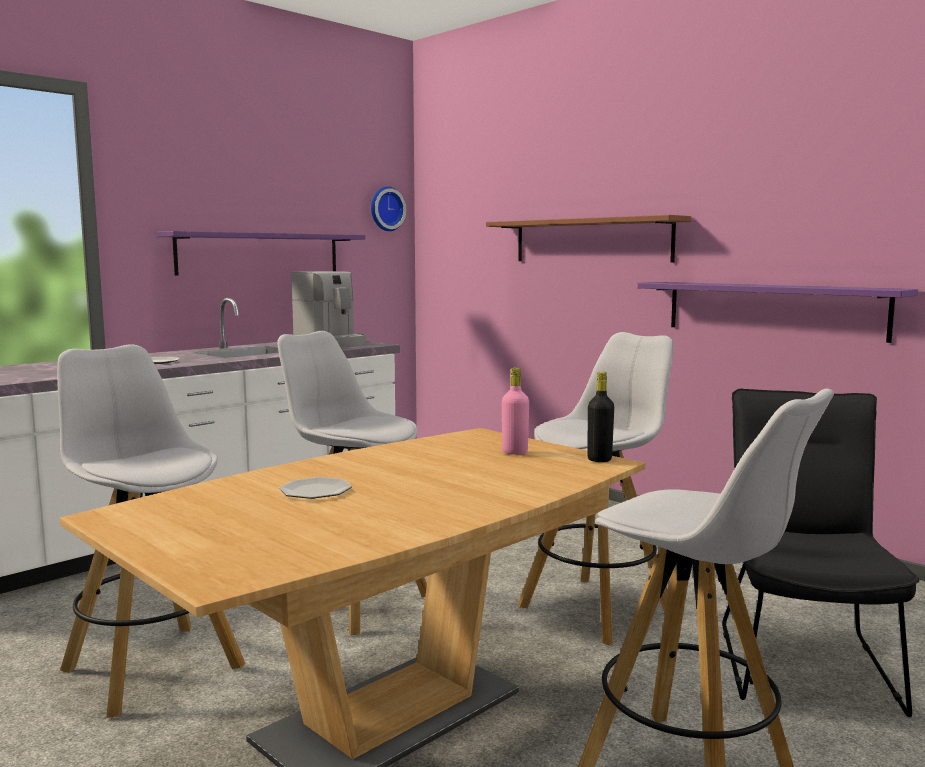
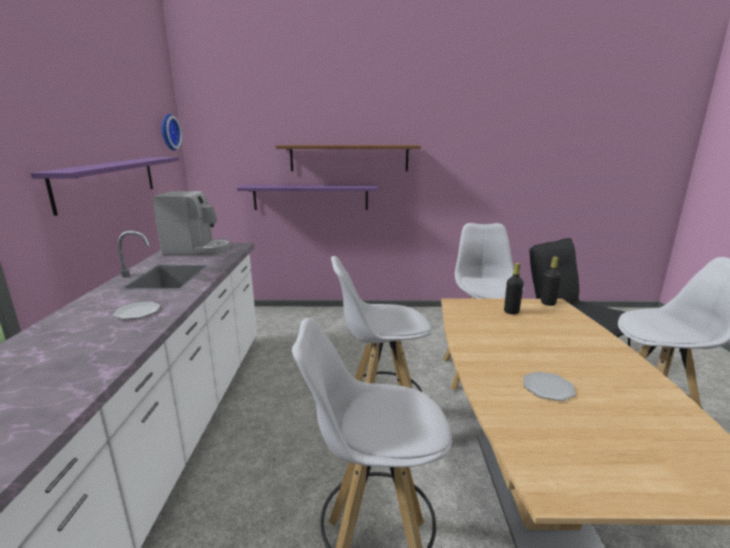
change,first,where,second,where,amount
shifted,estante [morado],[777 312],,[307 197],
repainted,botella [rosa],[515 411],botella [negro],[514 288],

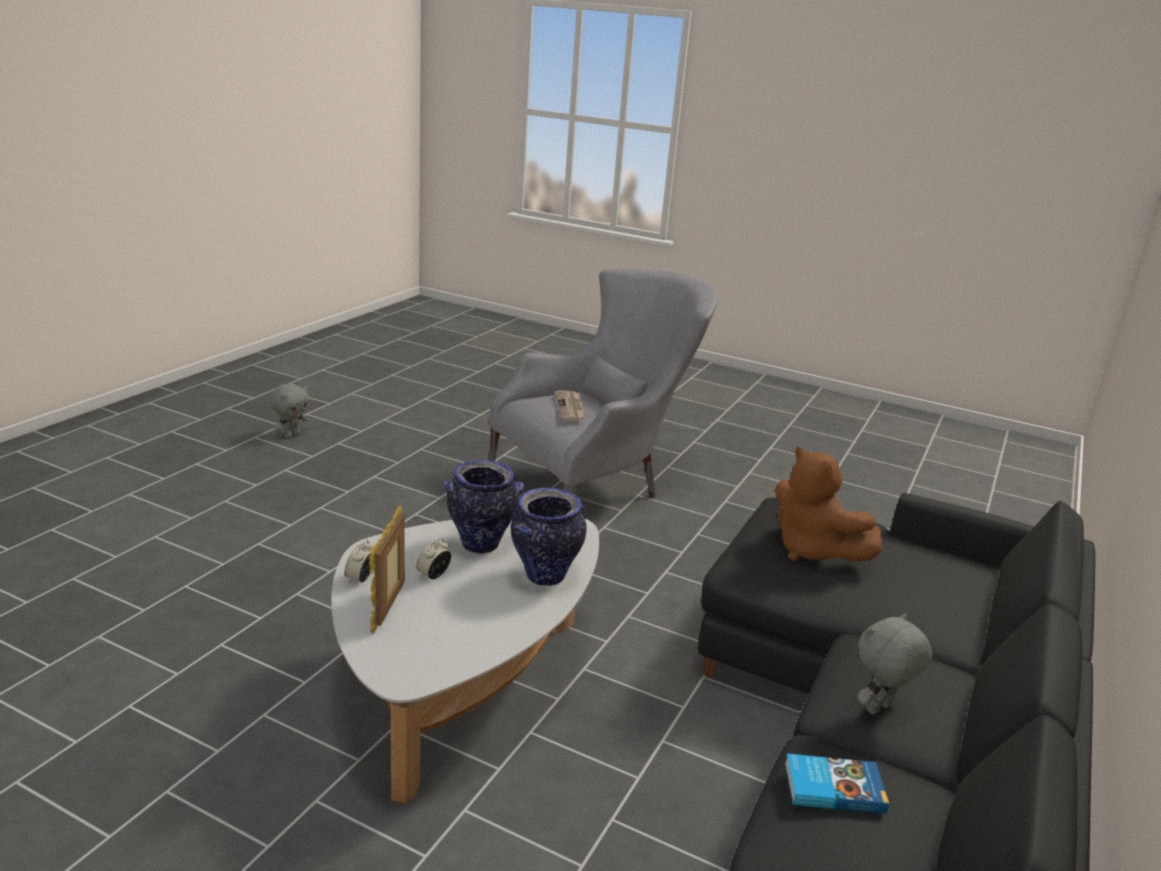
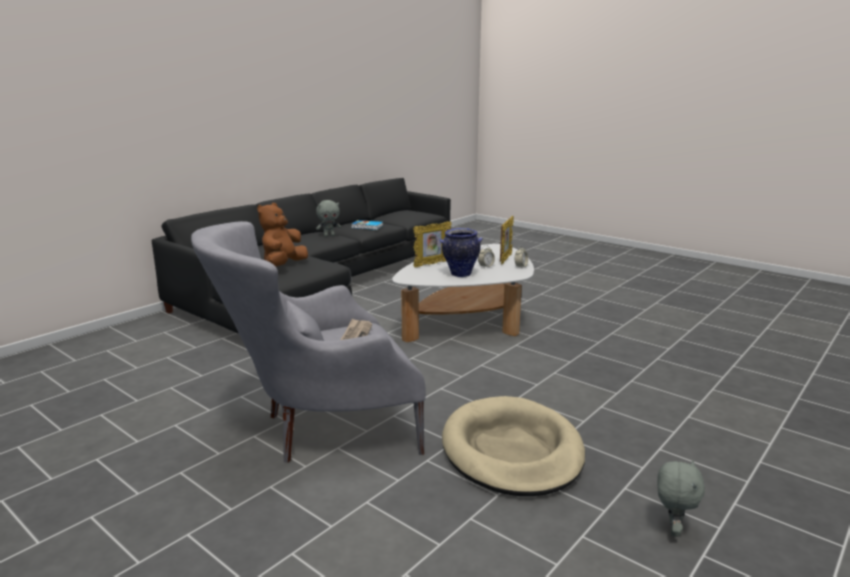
change,first,where,second,where,amount
rotated,peluche [marrón],[828 504],,[282 235],135 degrees counterclockwise
swapped,florero,[548 537],portarretratos,[432 244],
new,,,cama para perro [beis],[513 446],
rotated,peluche [gris],[290 411],,[681 498],150 degrees clockwise

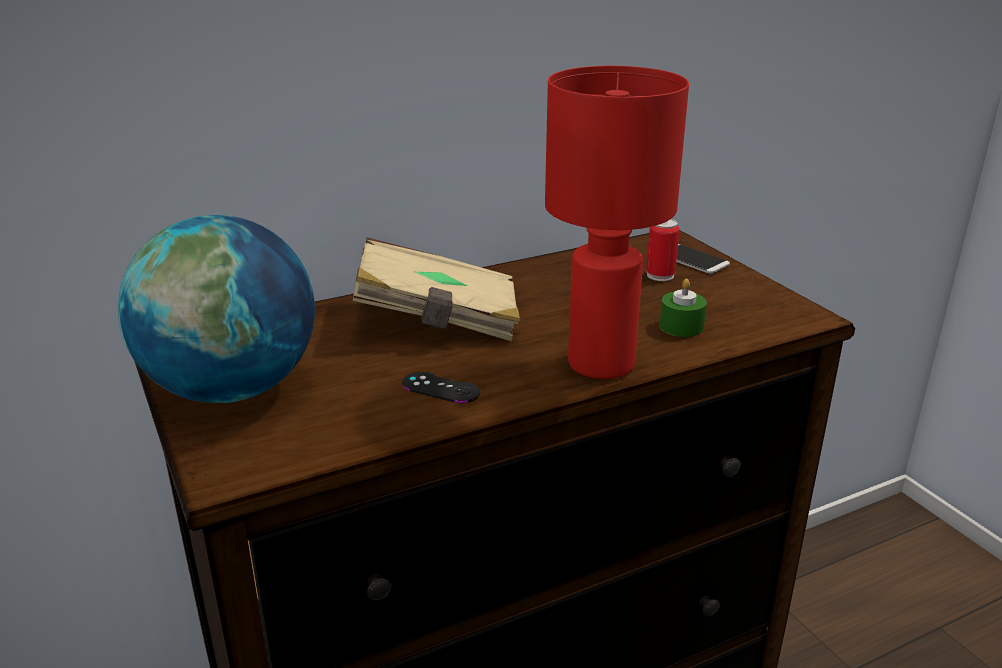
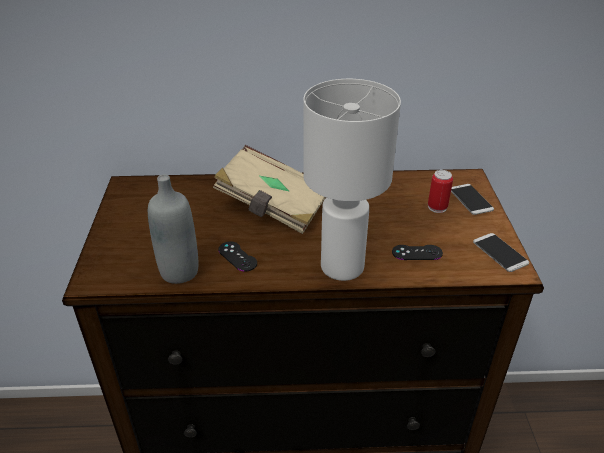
change,first,where,second,where,amount
new,,,botella [gris],[173 229],
repainted,lámpara de mesa [rojo],[617 222],lámpara de mesa [blanco],[352 180],
swapped,vela [verde],[683 308],mando de consola [negro],[417 252],
new,,,móvil,[501 252],
gone,globo terráqueo,[216 309],,,

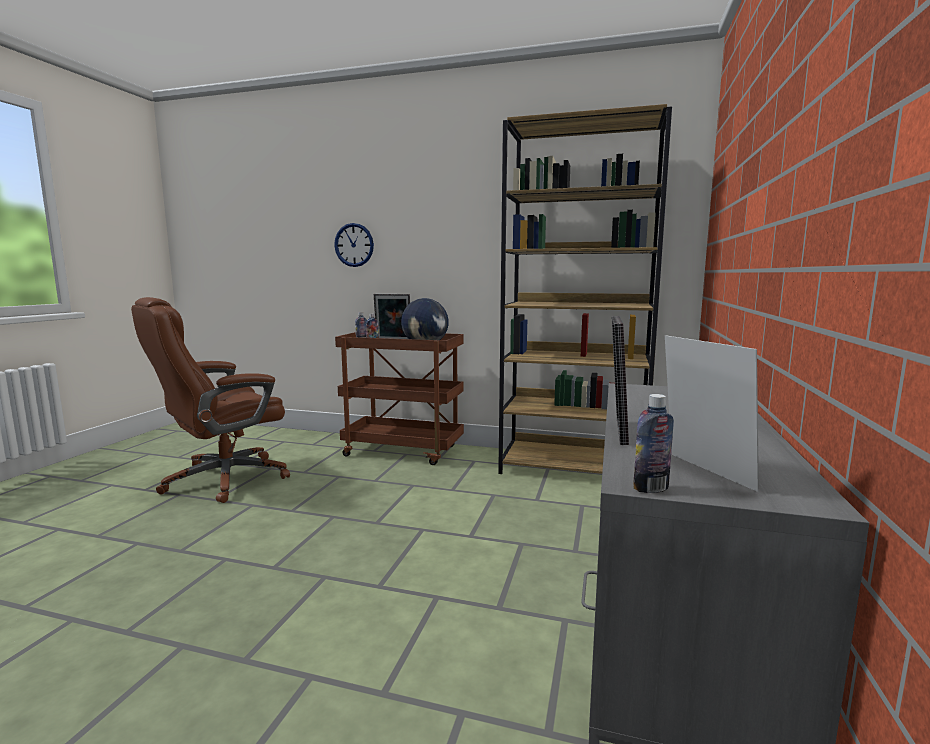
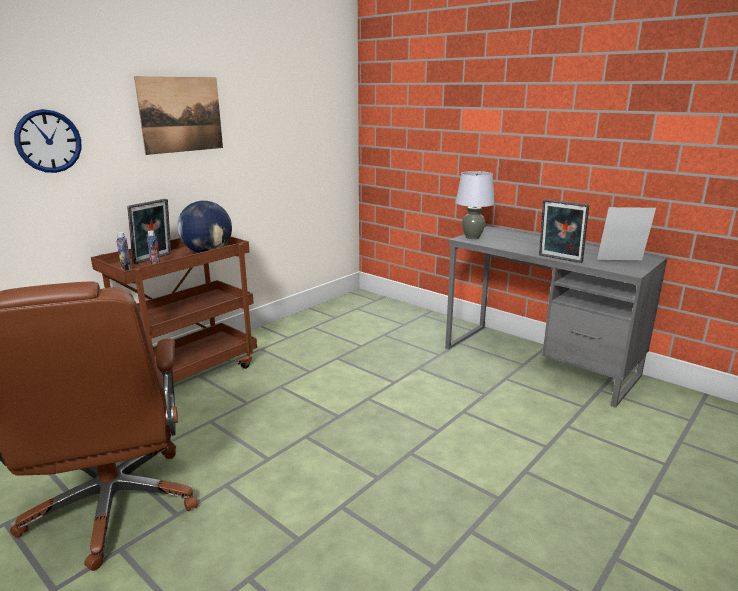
change,first,where,second,where,amount
new,,,cuadro,[178 115],
new,,,lámpara de mesa [gris],[475 205],
gone,estantería [marrón],[585 289],,,
gone,botella,[653 443],,,

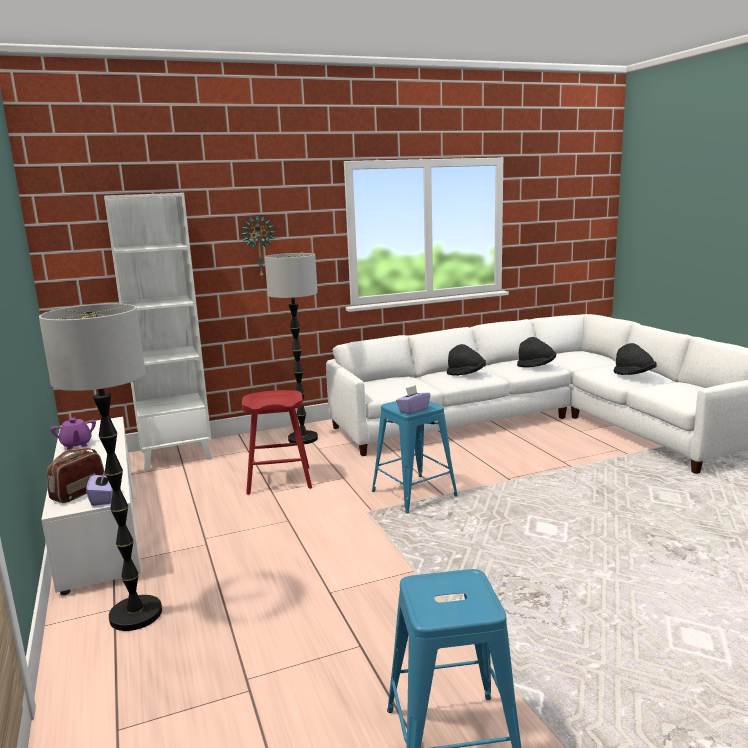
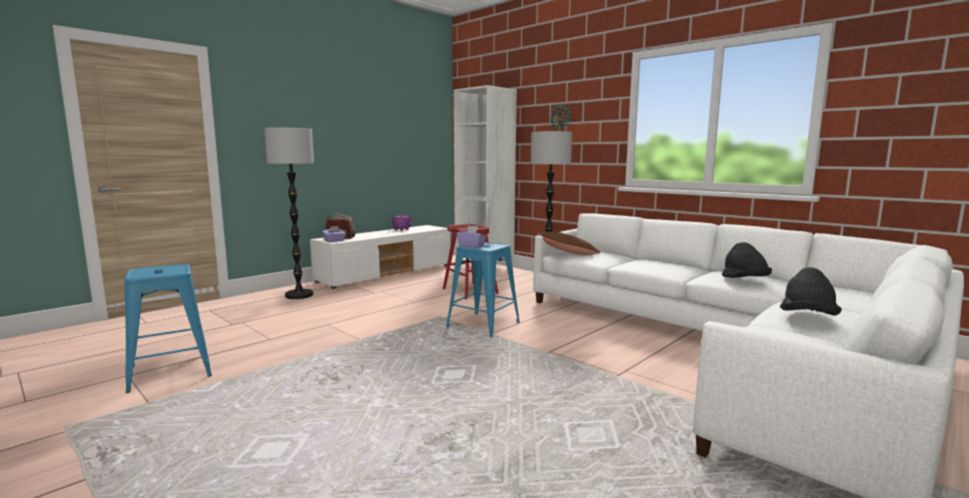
change,first,where,second,where,amount
new,,,cojín [marrón],[568 243],
gone,sombrero [negro],[466 360],,,

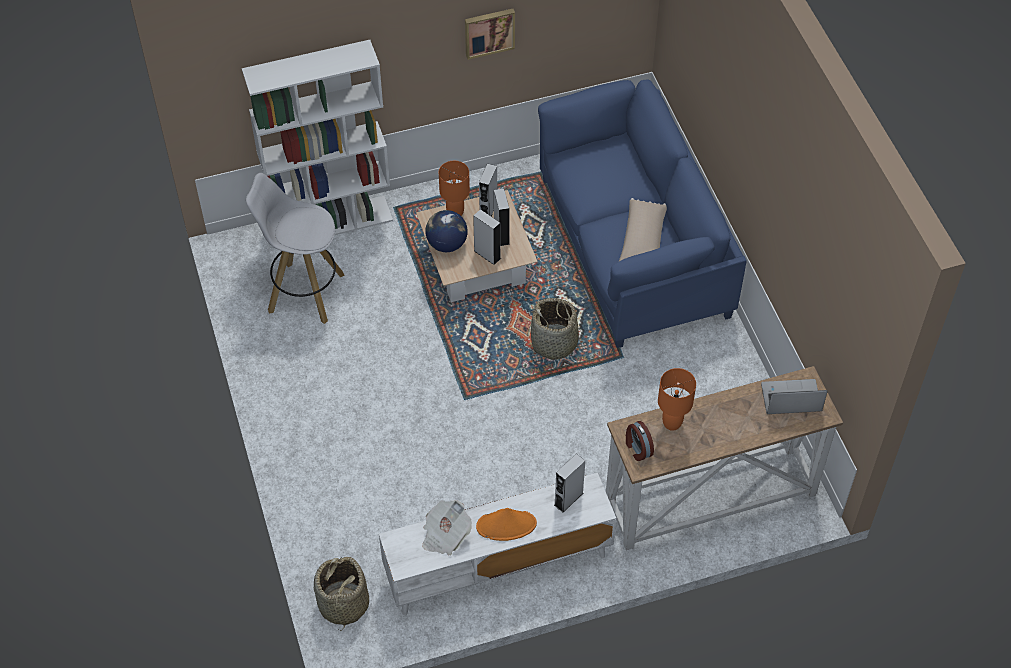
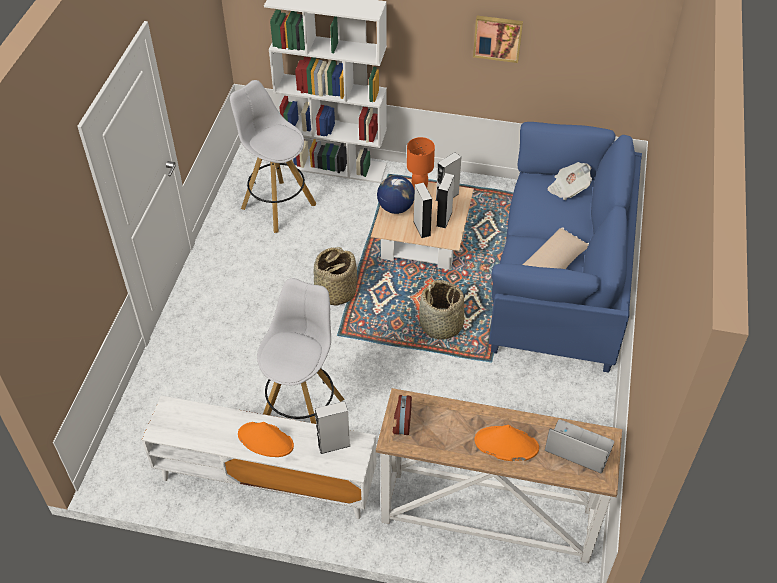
change,first,where,second,where,amount
new,,,taburete [blanco],[301 351],
shifted,cesta,[341 594],,[335 276],
new,,,sombrero [naranja],[506 443],
shifted,periódico,[447 528],,[570 181],
gone,lámpara de mesa [naranja],[677 399],,,

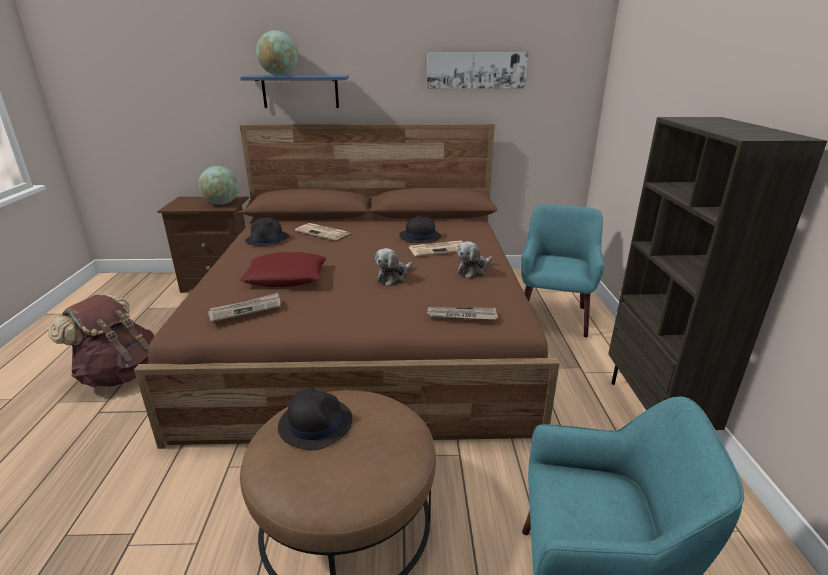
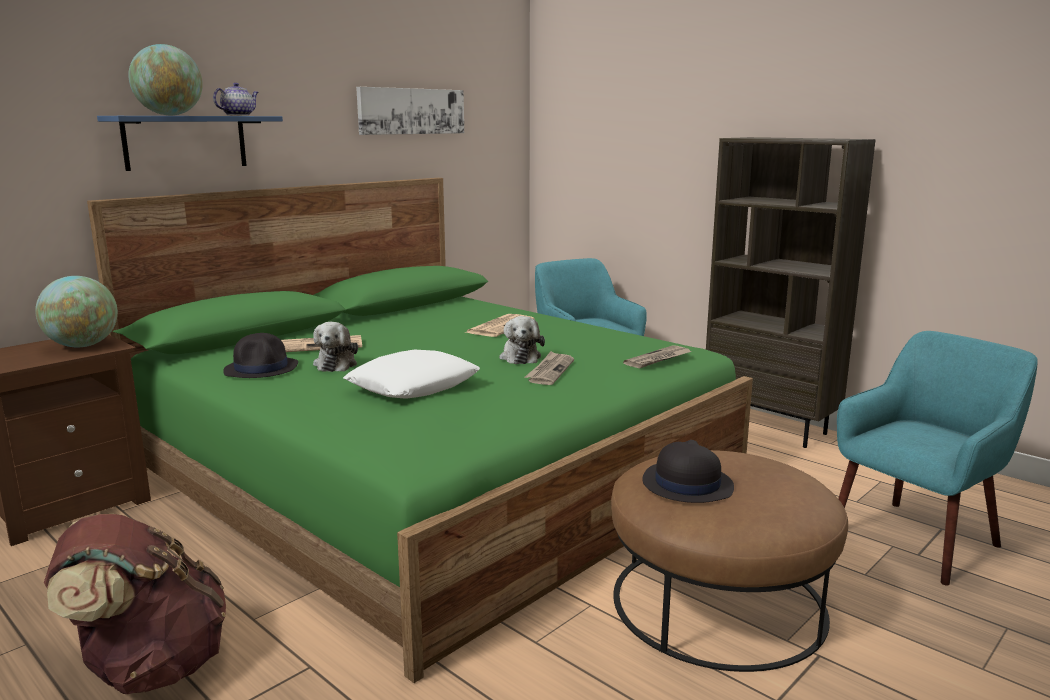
change,first,where,second,where,amount
repainted,cama [marrón],[347 286],cama [verde],[420 430],
new,,,tetera,[236 99],
shifted,peluche,[474 259],,[335 347],
repainted,cojín [rojo],[283 269],cojín [blanco],[411 374],
shifted,periódico,[244 307],,[549 368],
gone,sombrero [negro],[420 229],,,

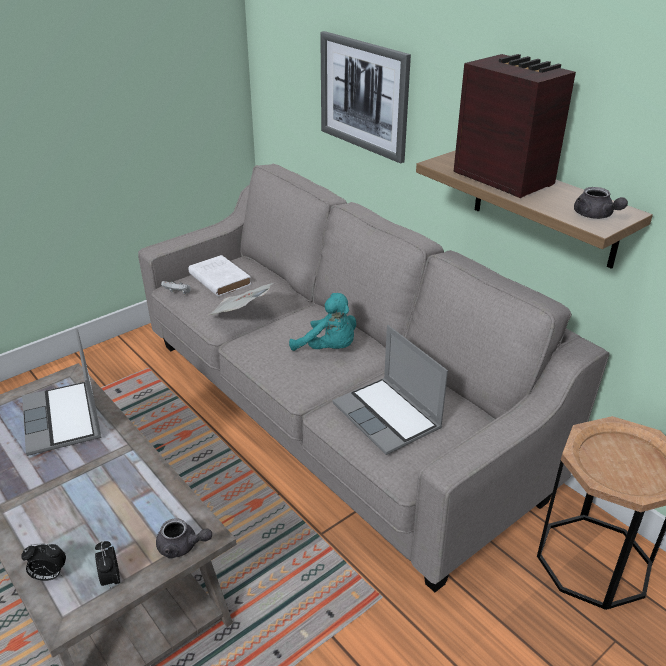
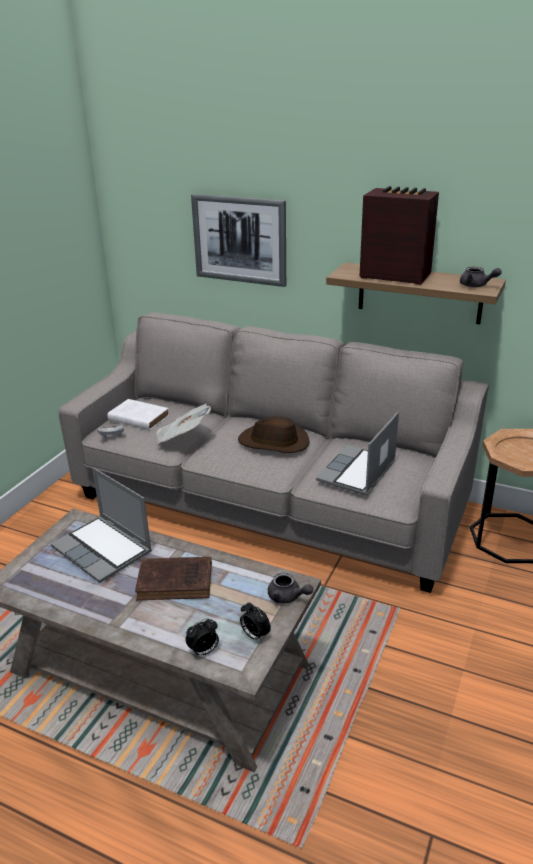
change,first,where,second,where,amount
new,,,libro [marrón],[173 578],
swapped,peluche [turquesa],[322 322],sombrero [marrón],[273 434],
rotated,tetera [gris],[184 538],,[290 588],45 degrees clockwise
rotated,portátil,[390 390],,[357 454],90 degrees clockwise

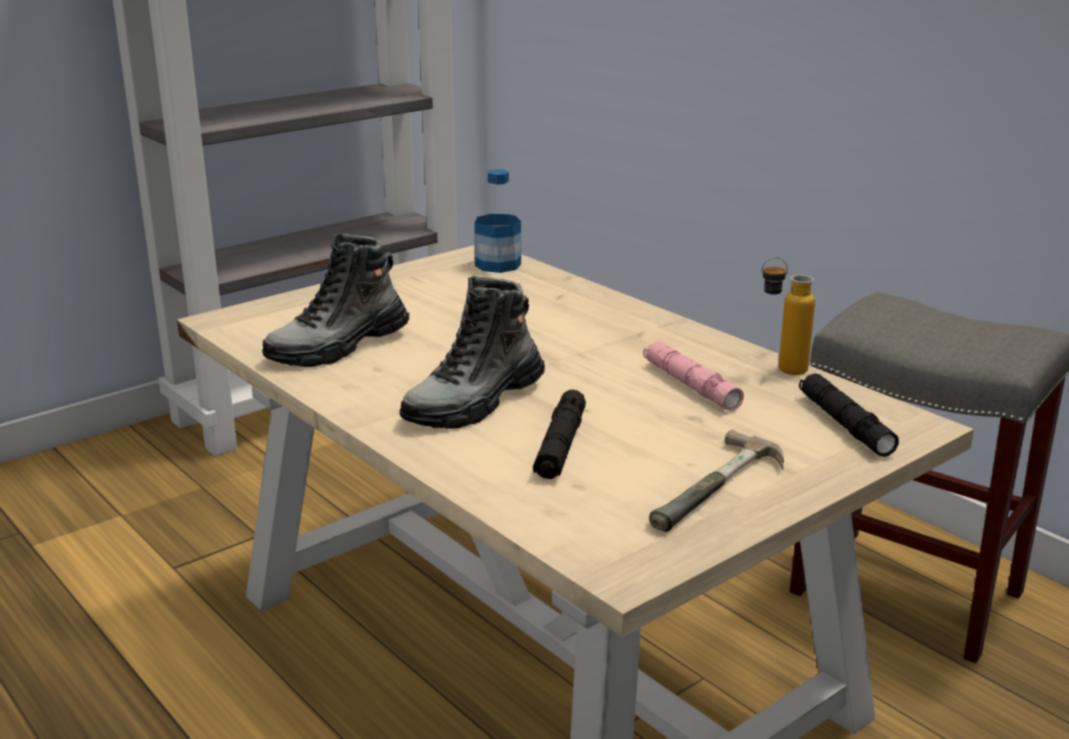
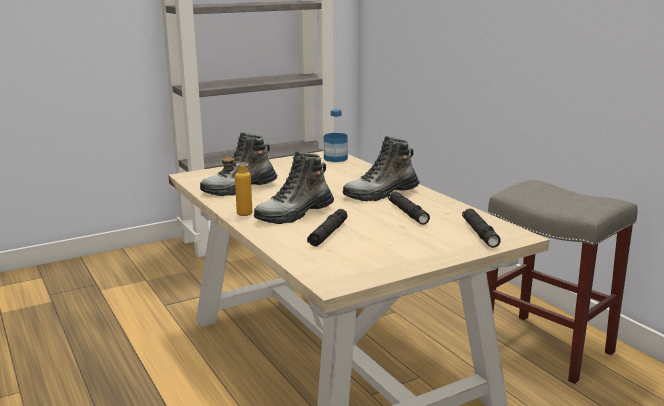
change,first,where,second,where,amount
shifted,botella,[788 316],,[236 184],
new,,,bota,[381 168],
repainted,linterna [rosa],[693 376],linterna [negro],[409 208],
gone,martillo,[716 480],,,

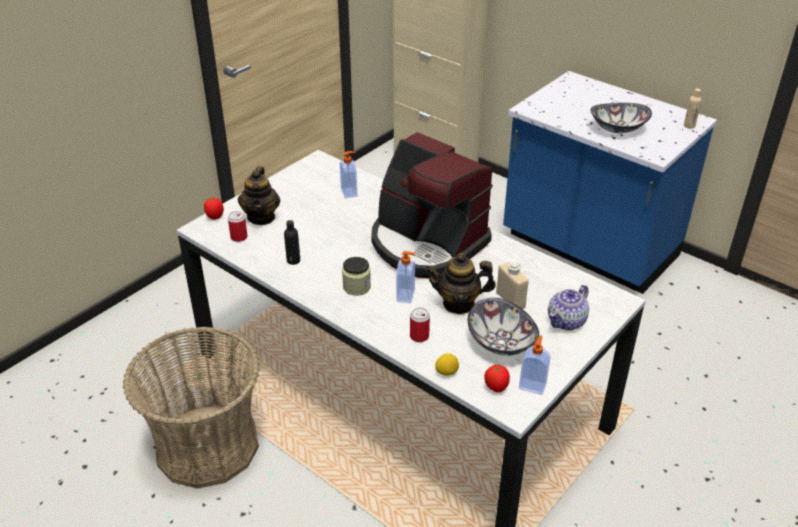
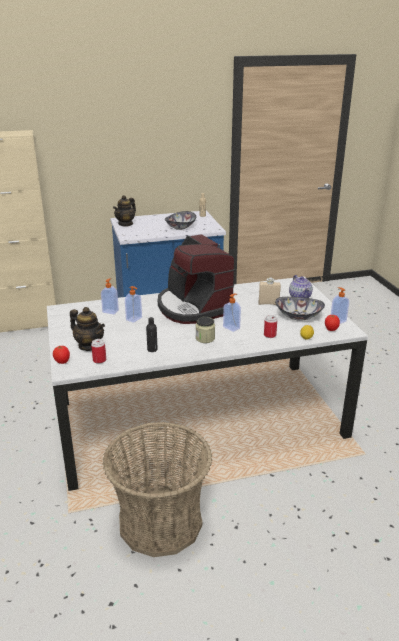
change,first,where,second,where,amount
shifted,tetera,[461 283],,[124 211],
new,,,dispensador de jabón,[133 304],
rotated,cafetera,[432 205],,[196 279],75 degrees clockwise

